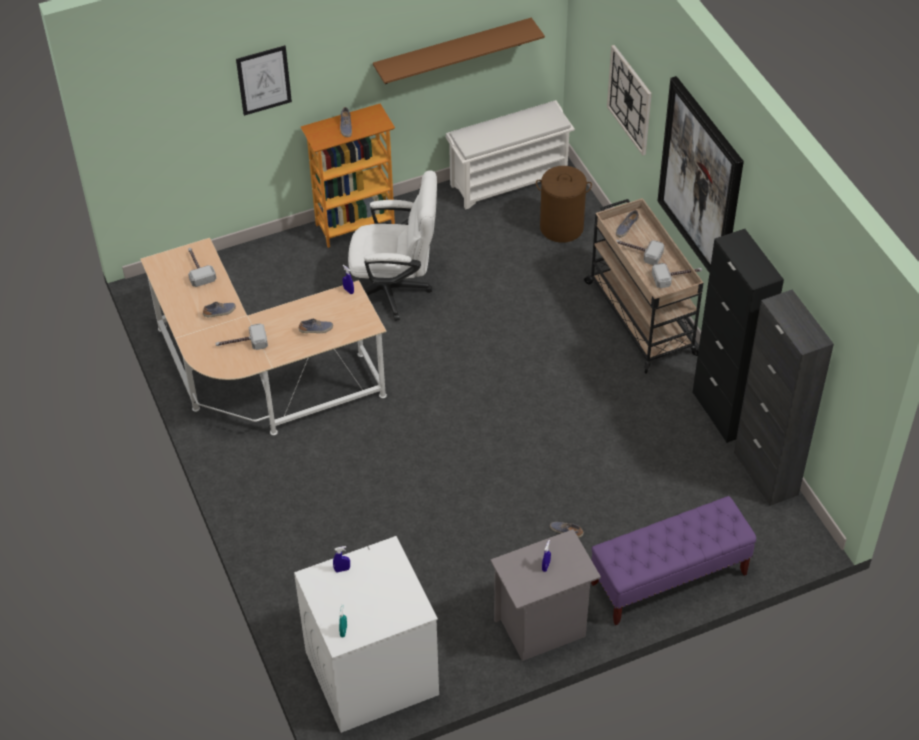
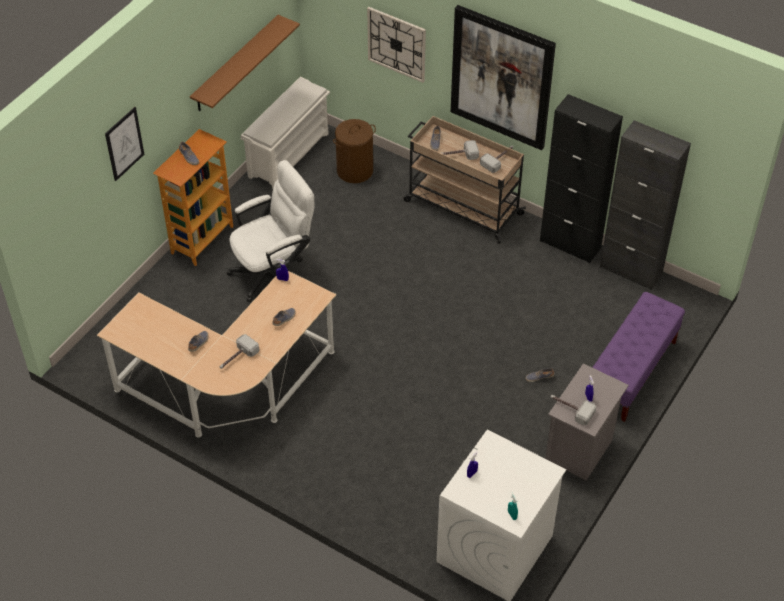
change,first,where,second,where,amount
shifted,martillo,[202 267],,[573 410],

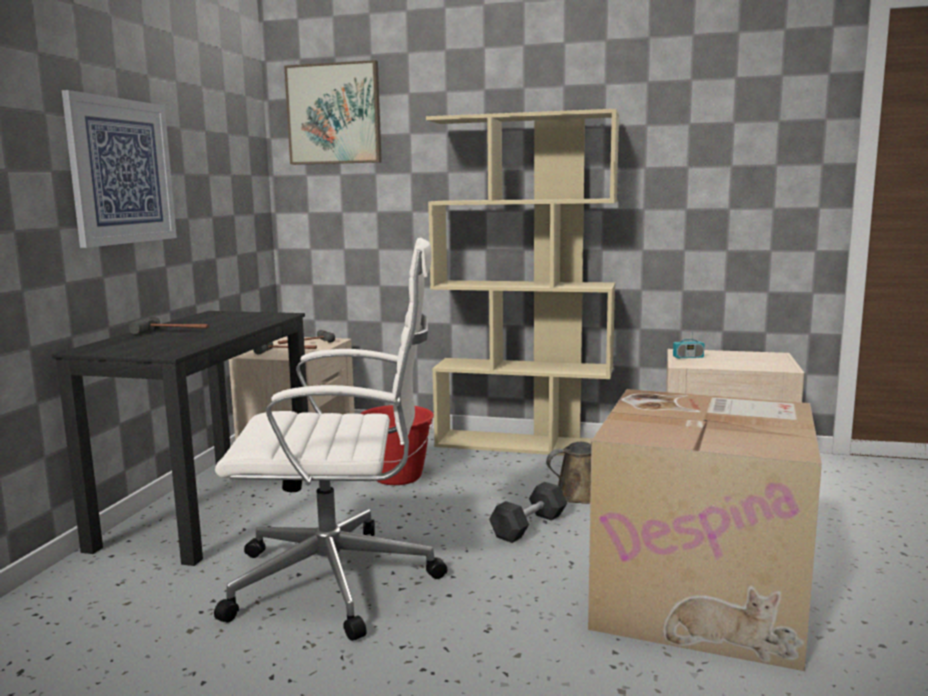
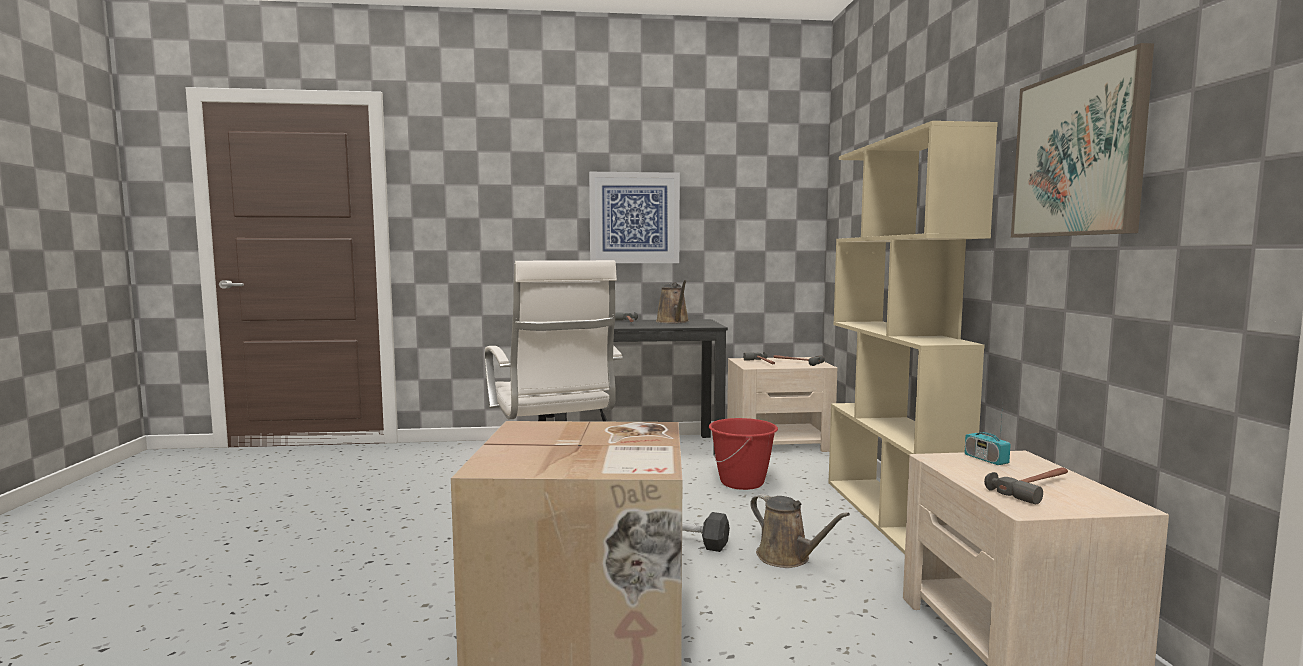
change,first,where,second,where,amount
new,,,regadera [marrón],[672 301],
new,,,martillo,[1026 485],
shifted,cuadro,[333 112],,[1082 140],

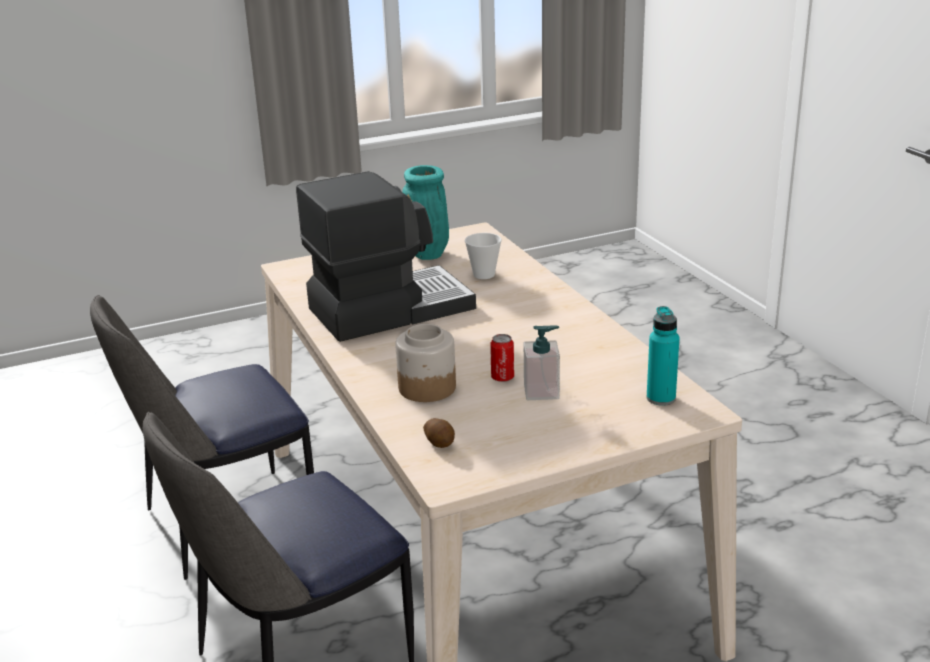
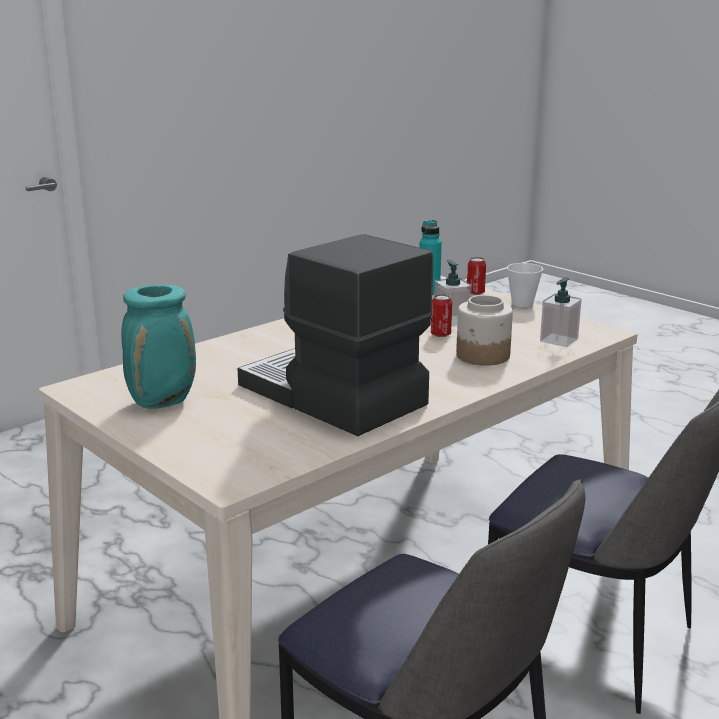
change,first,where,second,where,amount
new,,,lata,[476 276],
shifted,taza,[483 256],,[525 285],
swapped,patata,[439 433],dispensador de jabón,[561 312],

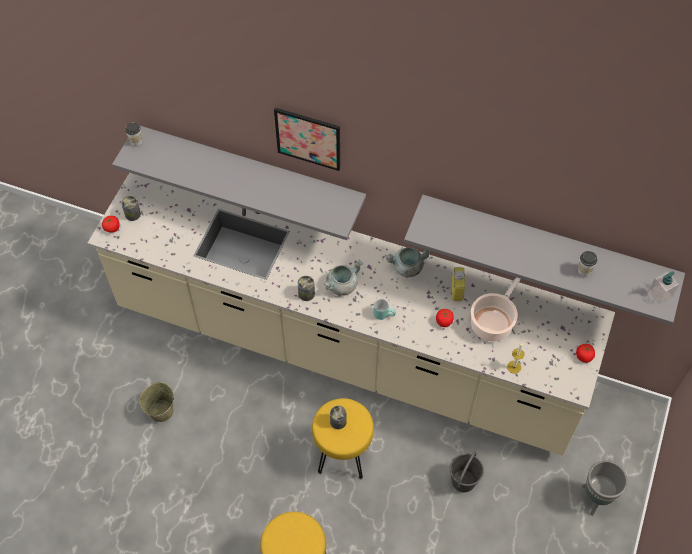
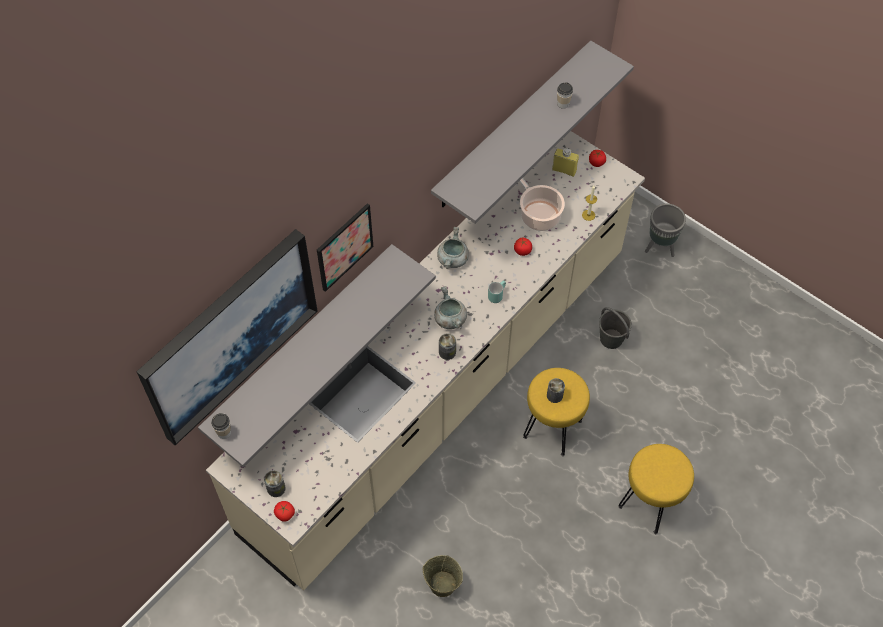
change,first,where,second,where,amount
new,,,cuadro,[227 337],
shifted,botella [amarillo],[458 284],,[565 162],
gone,dispensador de jabón,[664 287],,,

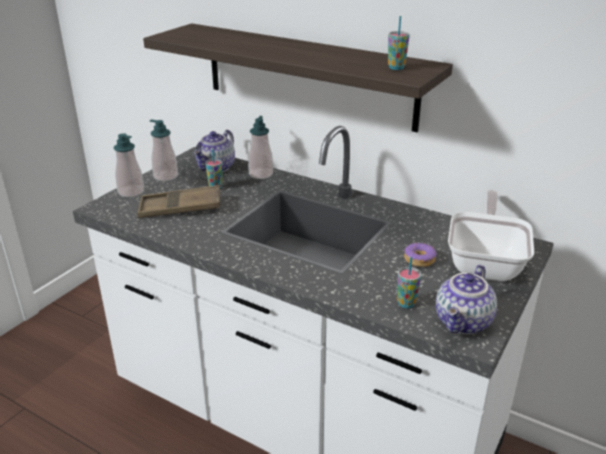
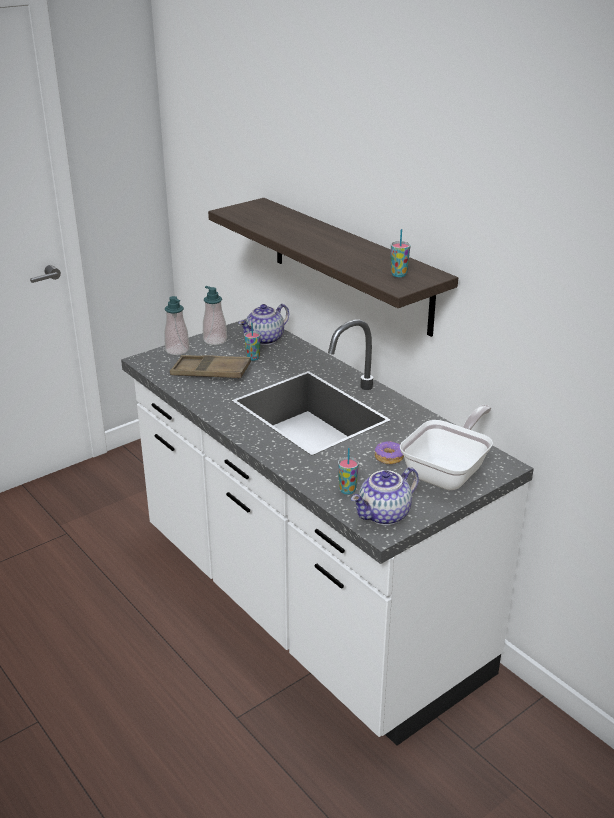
change,first,where,second,where,amount
gone,dispensador de jabón,[260 147],,,

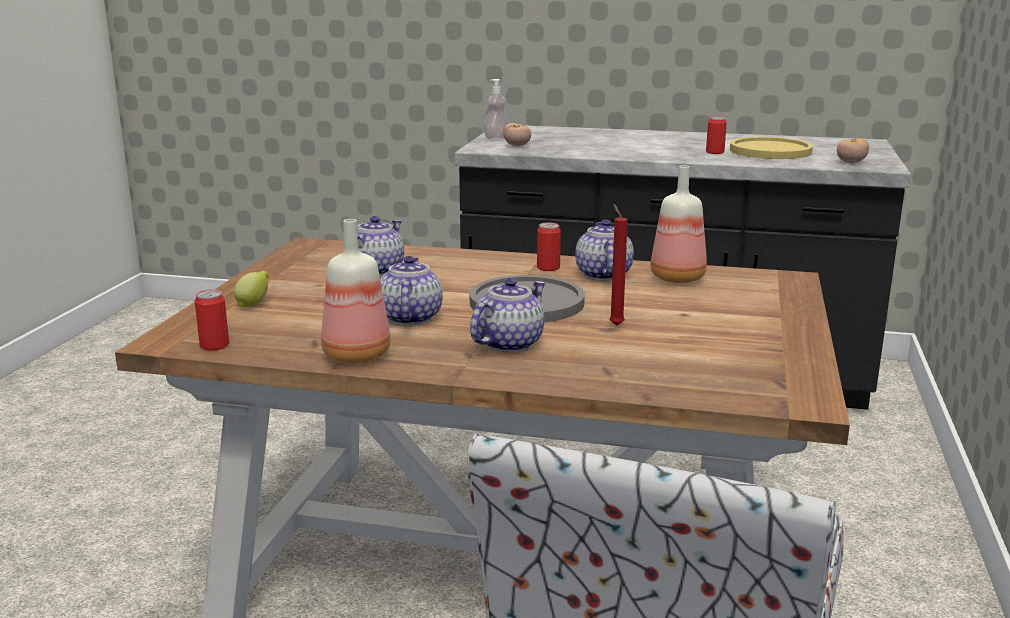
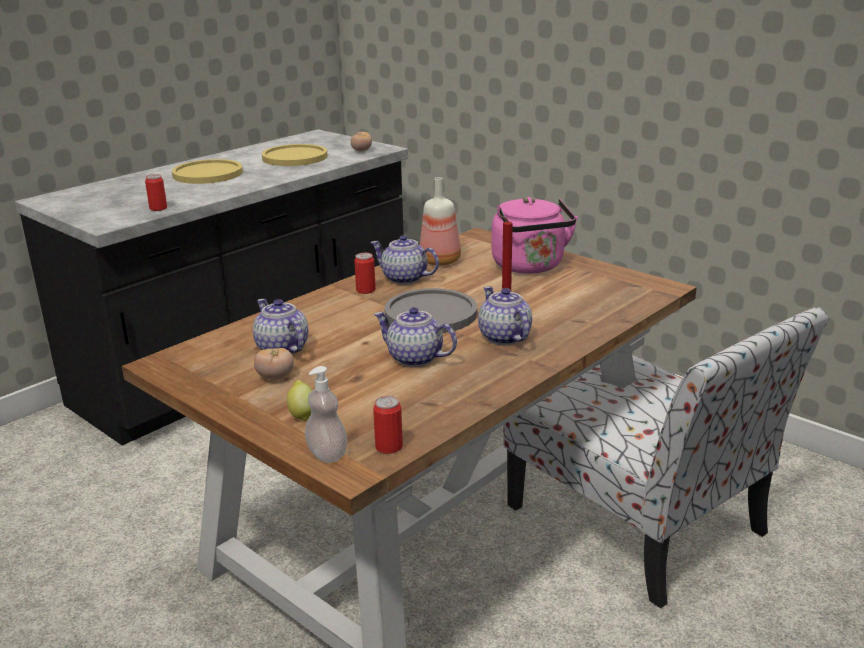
change,first,where,second,where,amount
shifted,lata,[716 135],,[156 192],
new,,,plato [amarillo],[207 171],
shifted,tomate,[517 134],,[274 363],
shifted,dispensador de jabón,[496 110],,[326 414],
new,,,hervidor [rosa],[535 235],
gone,botella,[355 291],,,

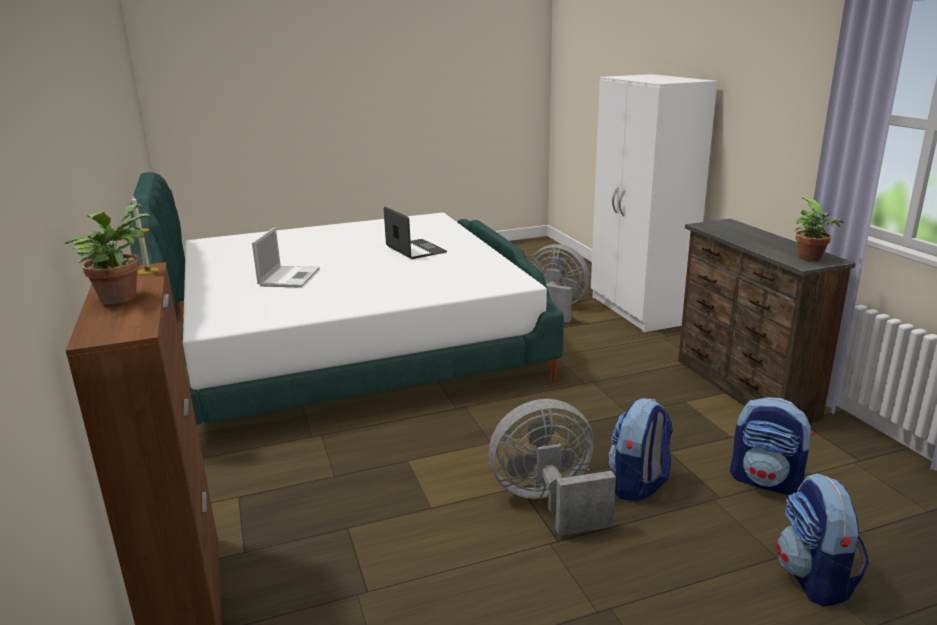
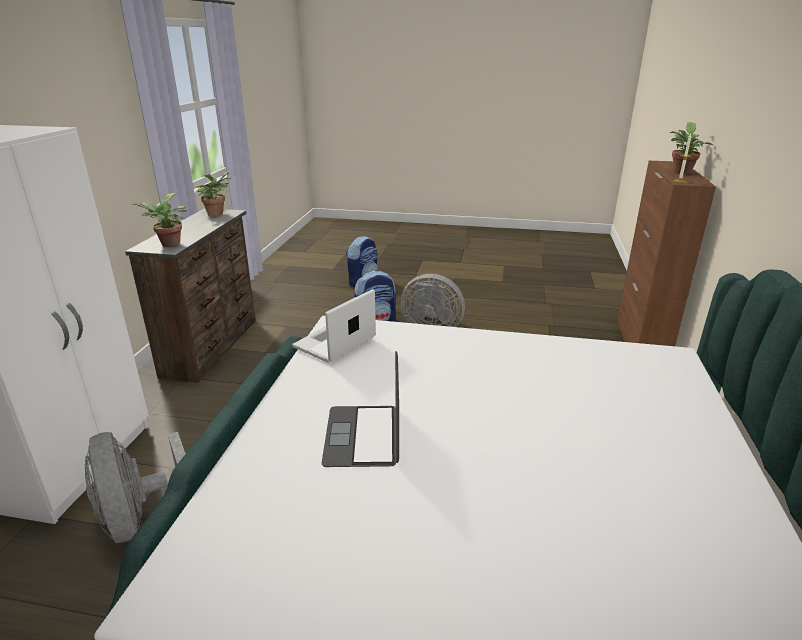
change,first,where,second,where,amount
new,,,planta en maceta,[159 220],
shifted,portátil,[286 257],,[334 326],
gone,mochila,[772 446],,,

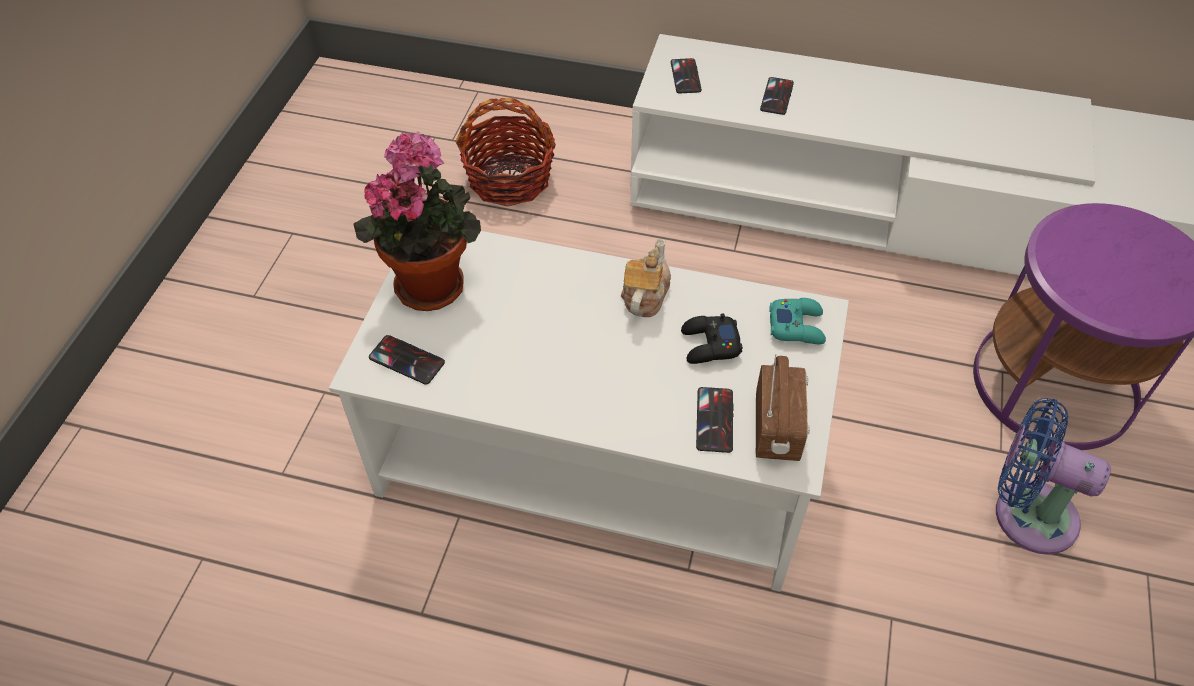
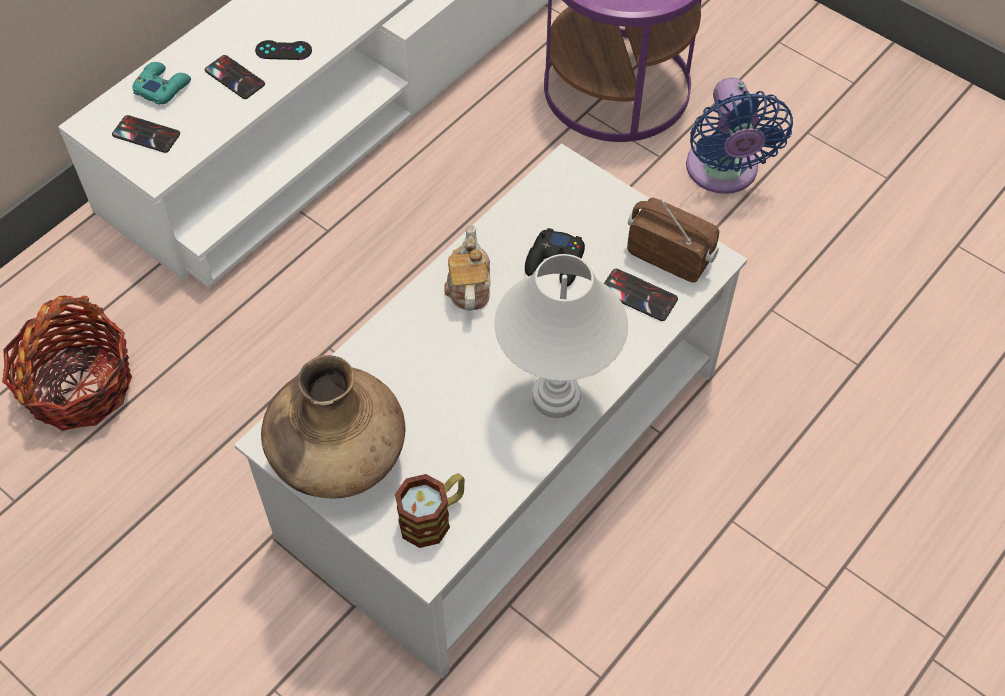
change,first,where,second,where,amount
shifted,mando de consola [turquesa],[797 321],,[161 83],
new,,,mando de consola [negro],[283 50],
swapped,planta en maceta,[417 221],florero [marrón],[333 426],
swapped,móvil,[407 360],taza grande,[430 510],
rotated,tetera,[646 278],,[467 267],45 degrees clockwise
new,,,lámpara de mesa [blanco],[561 336],
rotated,ventilador [azul],[1053 476],,[739 135],60 degrees counterclockwise

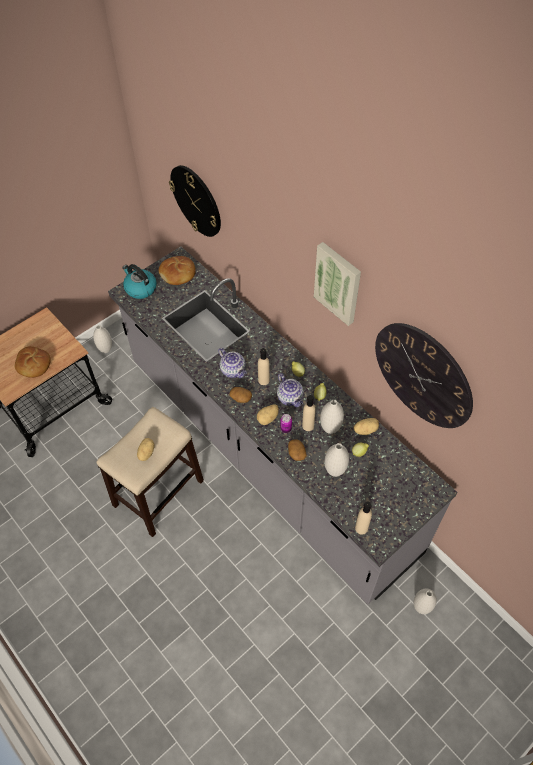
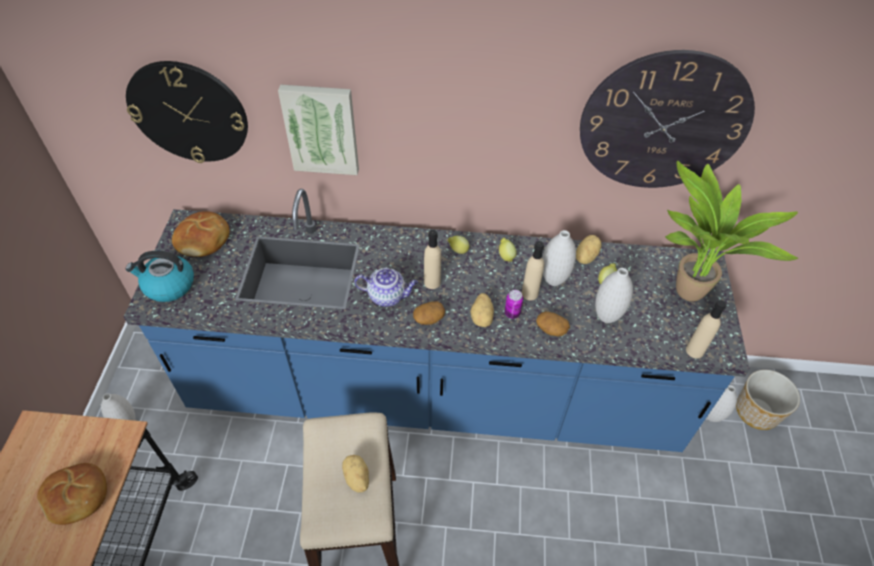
change,first,where,second,where,amount
repainted,mueble bajo de cocina [gris],[282 426],mueble bajo de cocina [azul],[437 320],
shifted,cuadro,[337 284],,[318 129],
new,,,planta en maceta,[731 231],
new,,,maceta,[768 400],
gone,tetera,[290 390],,,

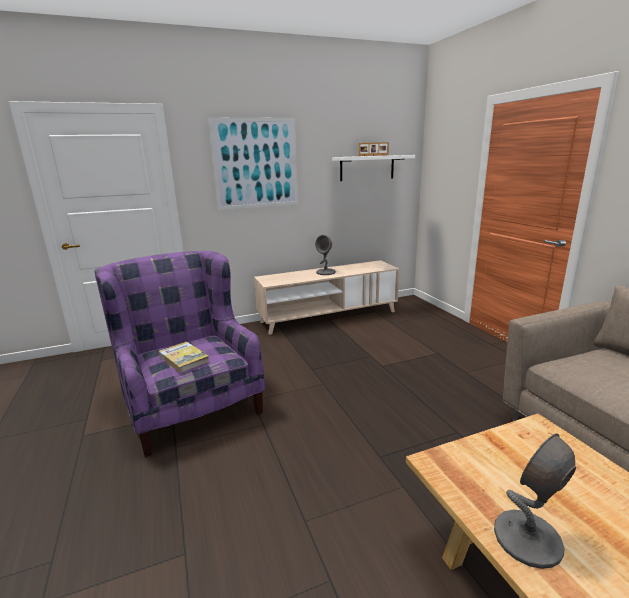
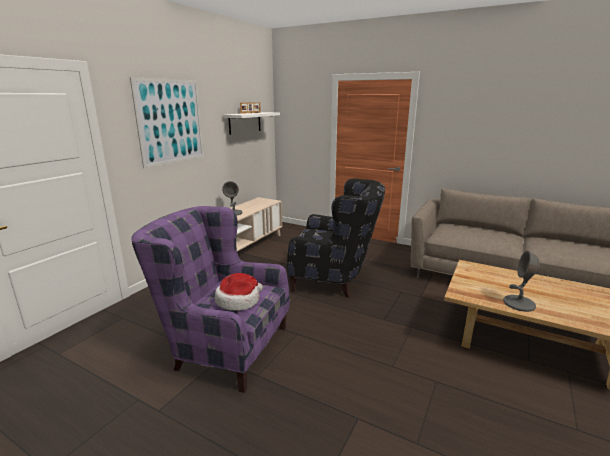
change,first,where,second,where,amount
swapped,libro,[184 357],sombrero,[239 292],
new,,,sillón [negro],[336 237],

